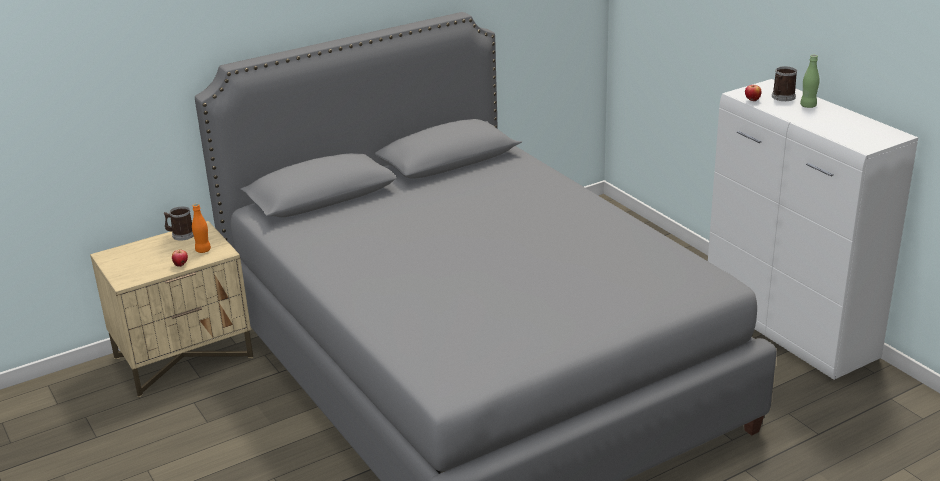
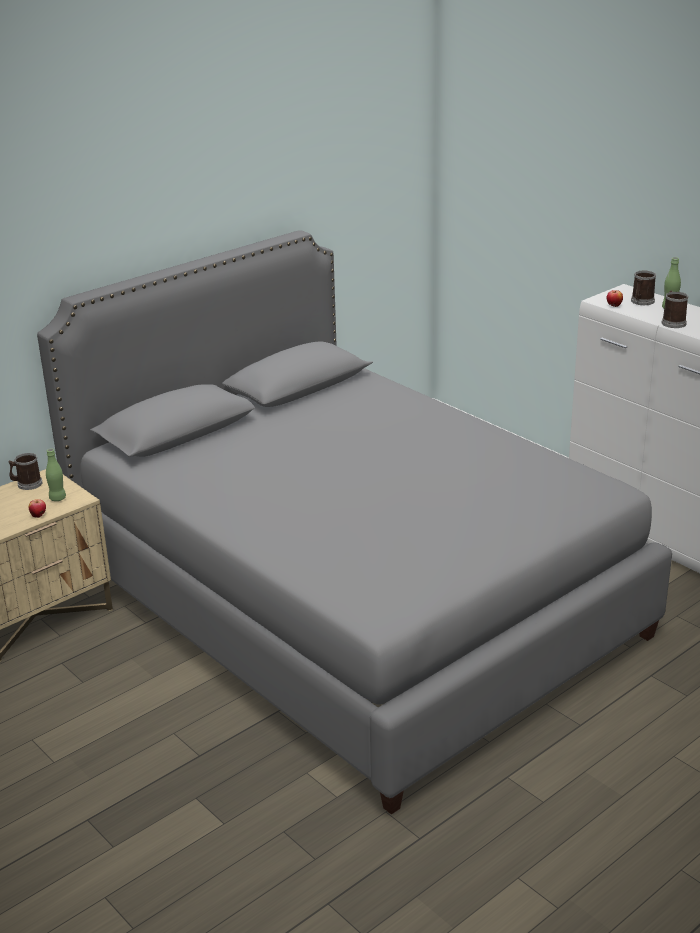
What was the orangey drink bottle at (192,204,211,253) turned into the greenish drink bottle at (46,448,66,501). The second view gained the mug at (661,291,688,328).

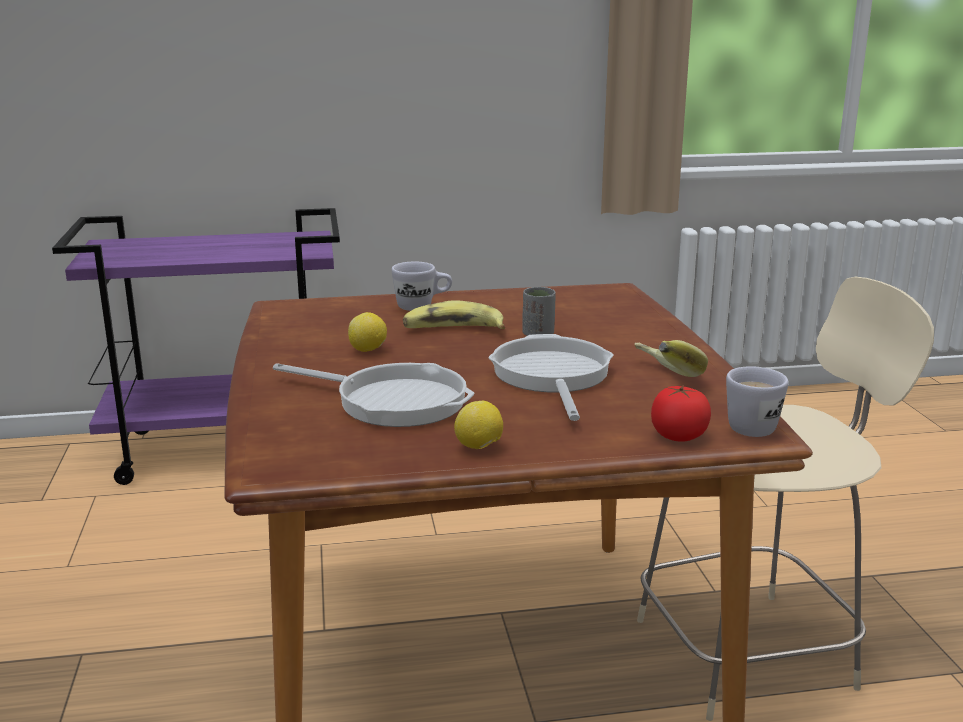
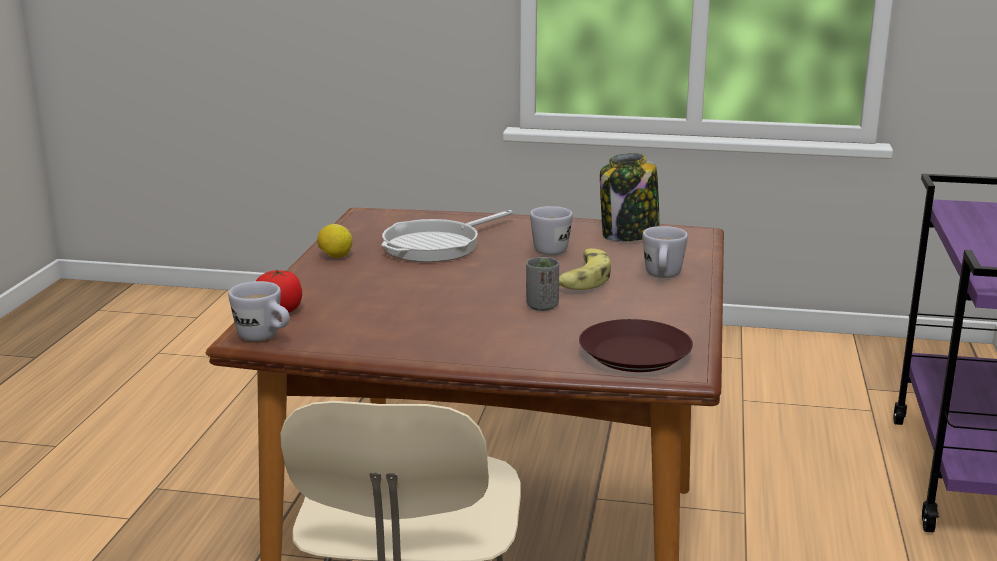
Where the lemon stood at (348,312,387,352), the white-coloured mug came to stand at (530,206,573,255). The second view lost the pan at (489,334,613,421). The second view lost the whole banana at (635,340,708,377). The second view gained the brown-coloured flat dish at (579,319,693,372). The second view gained the jar at (600,153,660,242).

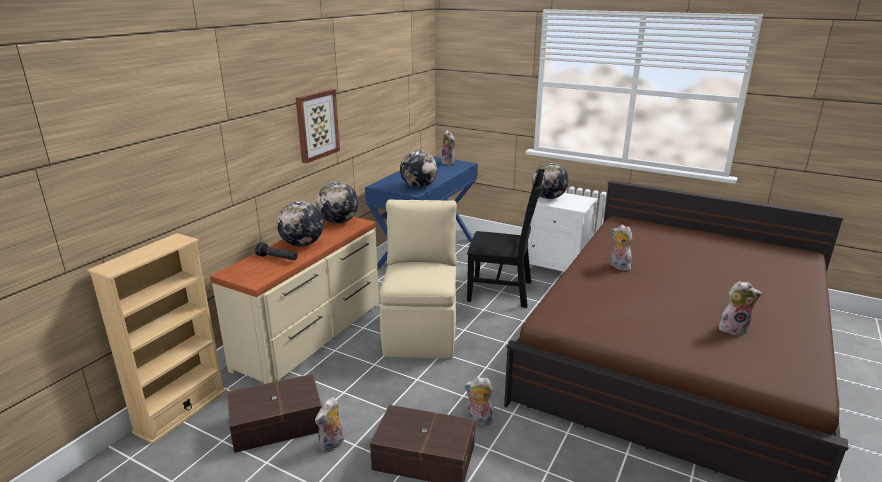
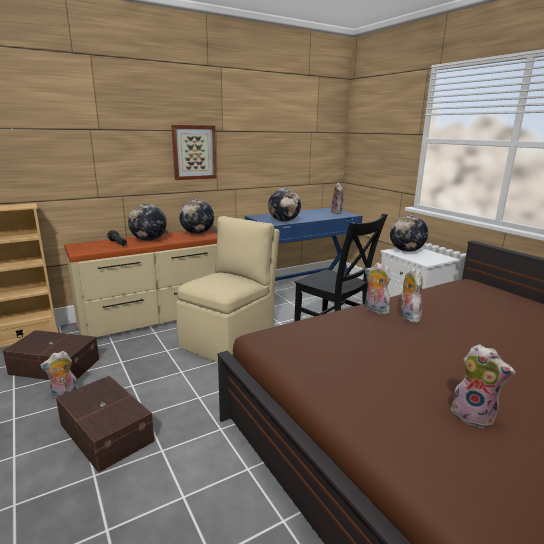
The plush toy ended up elsewhere, having gone from (464,377,494,425) to (365,263,393,315).

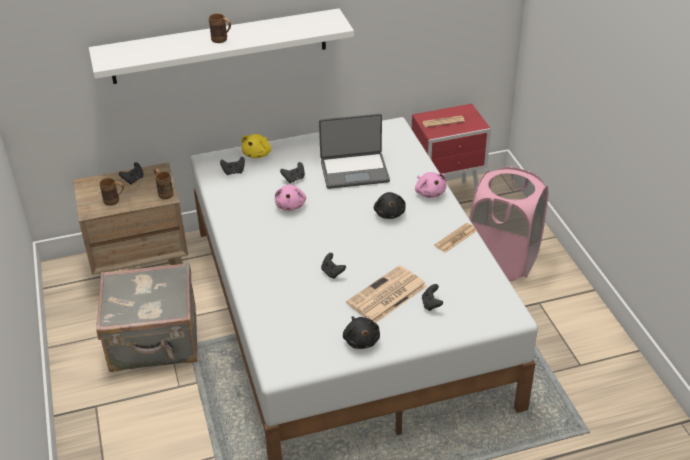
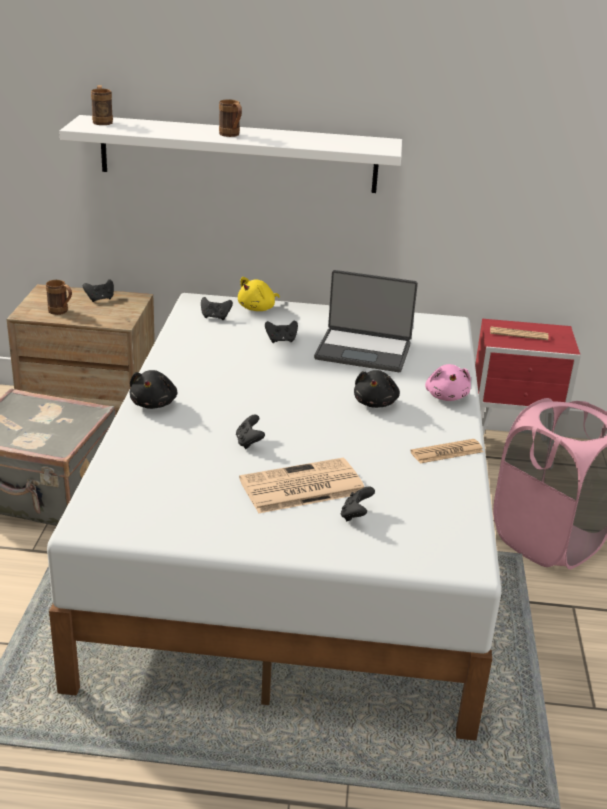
The brown-coloured mug ended up elsewhere, having gone from (154,169,173,199) to (91,85,113,125). The second view lost the pinkish plush toy at (275,184,306,211). The black plush toy ended up elsewhere, having gone from (343,316,380,349) to (130,370,177,409).

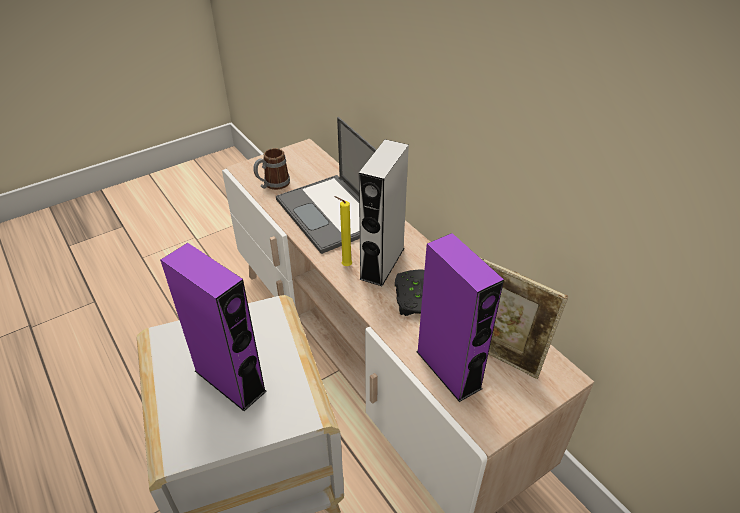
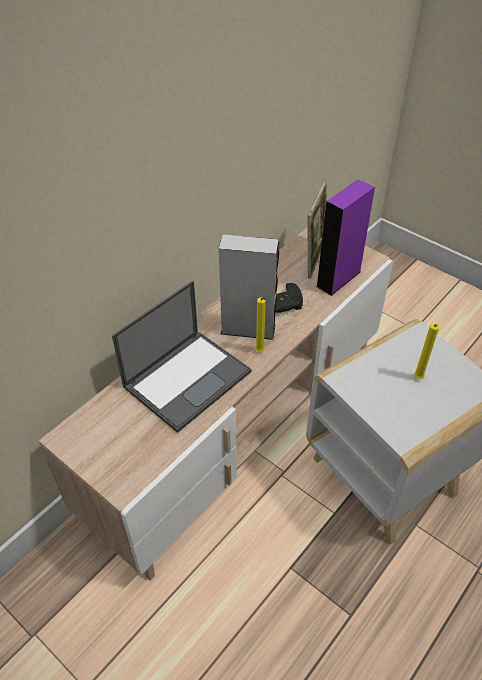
Where the purple loudspeaker stood at (160,243,267,411), the yellow wax light came to stand at (414,323,439,379). The second view lost the mug at (253,148,290,190).

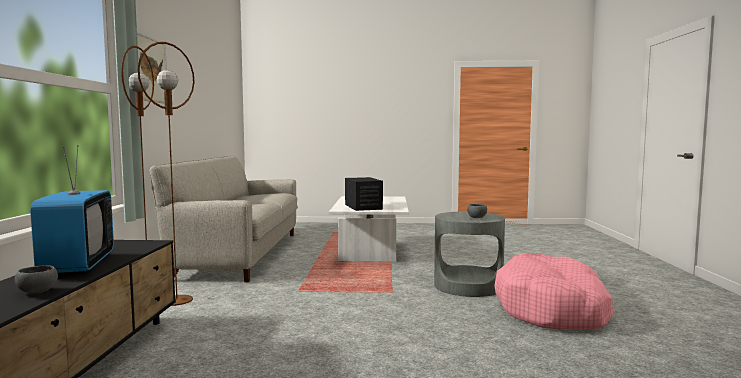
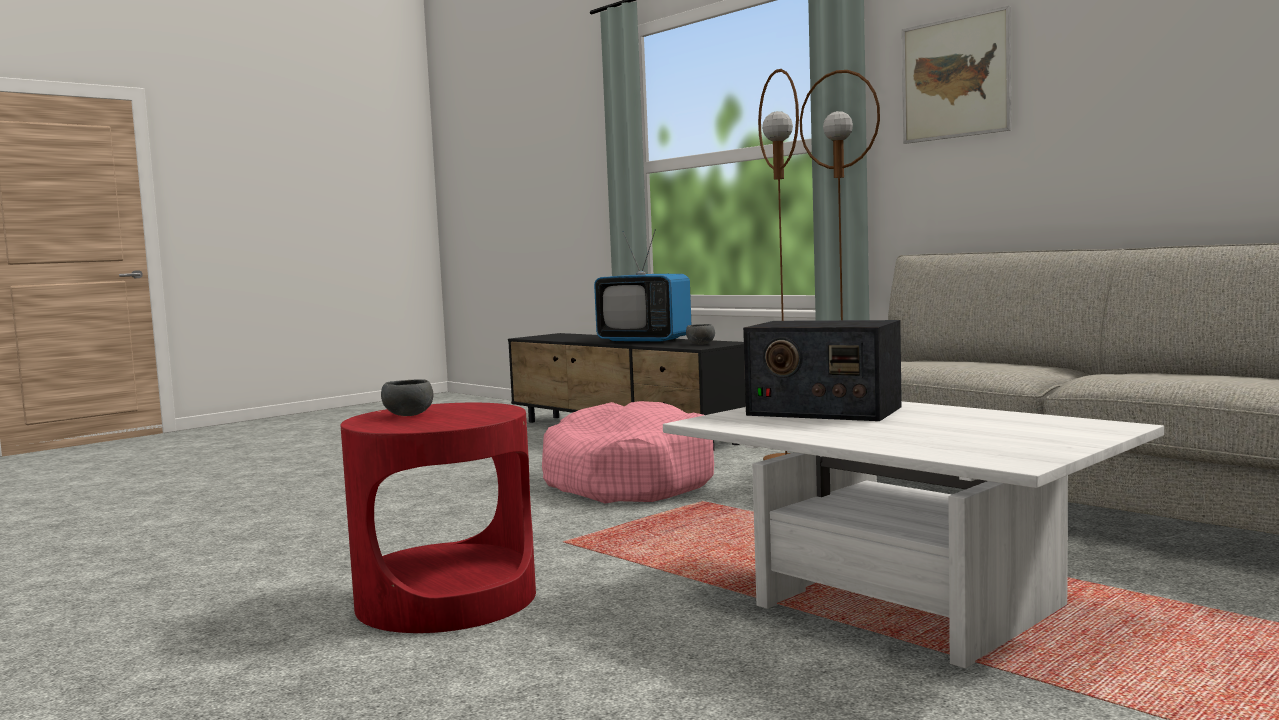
The grey deep dish ended up elsewhere, having gone from (15,265,58,294) to (686,324,715,345). What was the grey end table at (434,212,505,297) turned into the red end table at (341,403,536,633). The pinkish dog bed ended up elsewhere, having gone from (494,253,614,330) to (542,401,714,503).

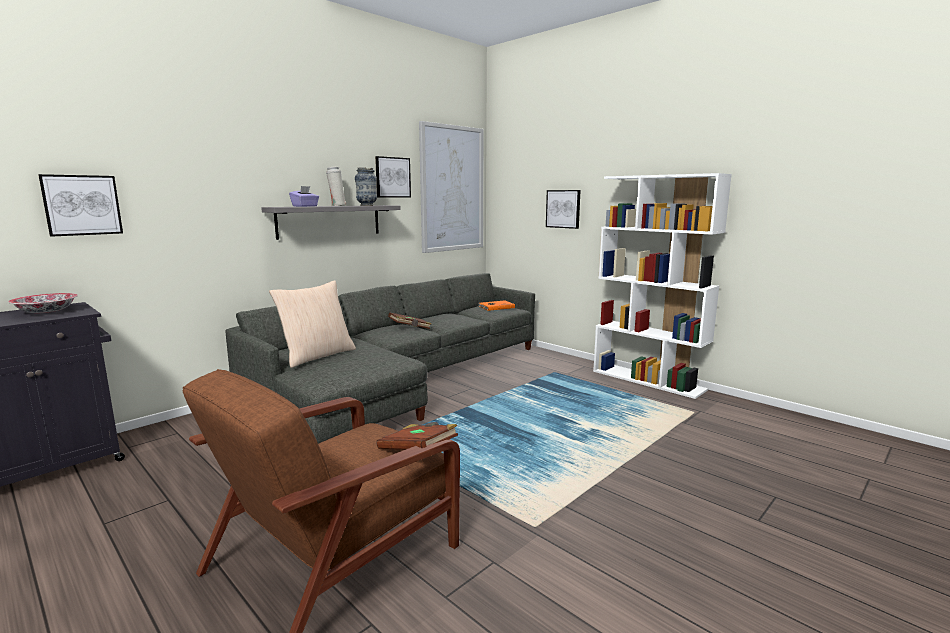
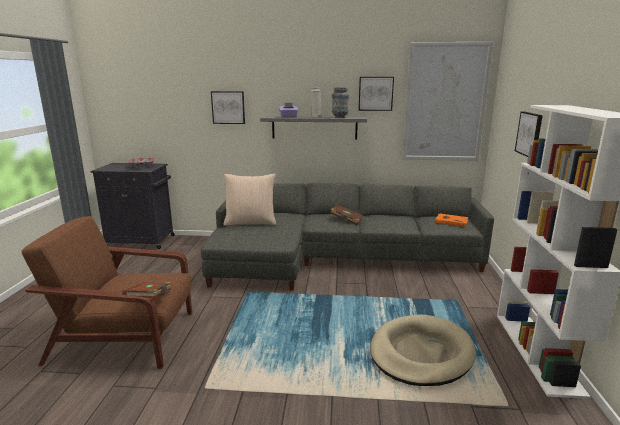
The wall art ended up elsewhere, having gone from (38,174,123,237) to (211,91,245,124). The second view gained the beige-coloured dog bed at (370,314,476,386).

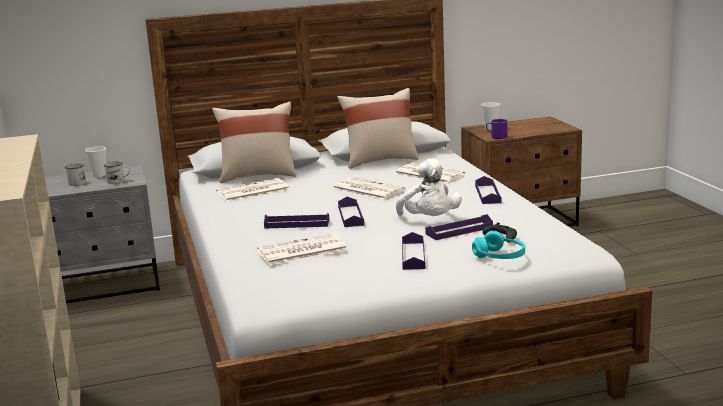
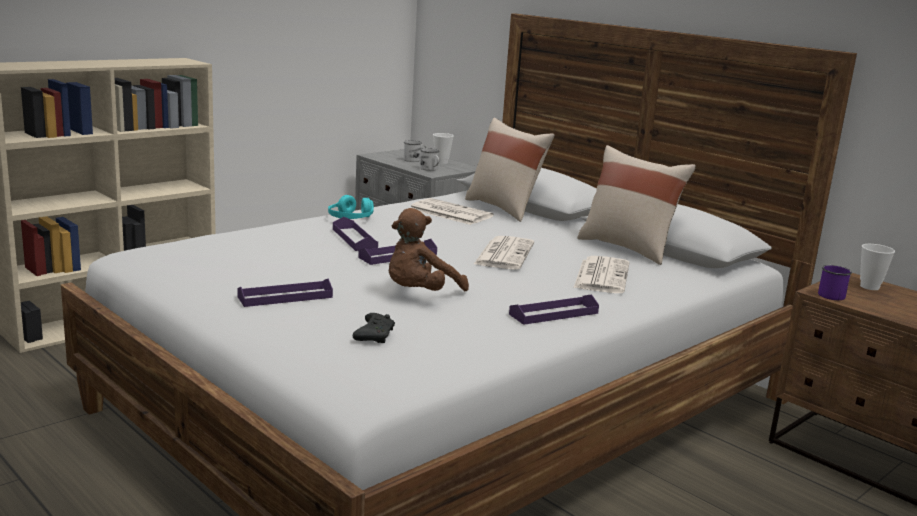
The second view lost the daily paper at (257,233,347,265). What was the white-coloured plush toy at (396,158,462,216) turned into the brown-coloured plush toy at (389,208,469,291). The second view lost the purple carrying tray at (425,214,493,240). The blue-green headphones ended up elsewhere, having gone from (472,231,525,259) to (328,195,374,219).

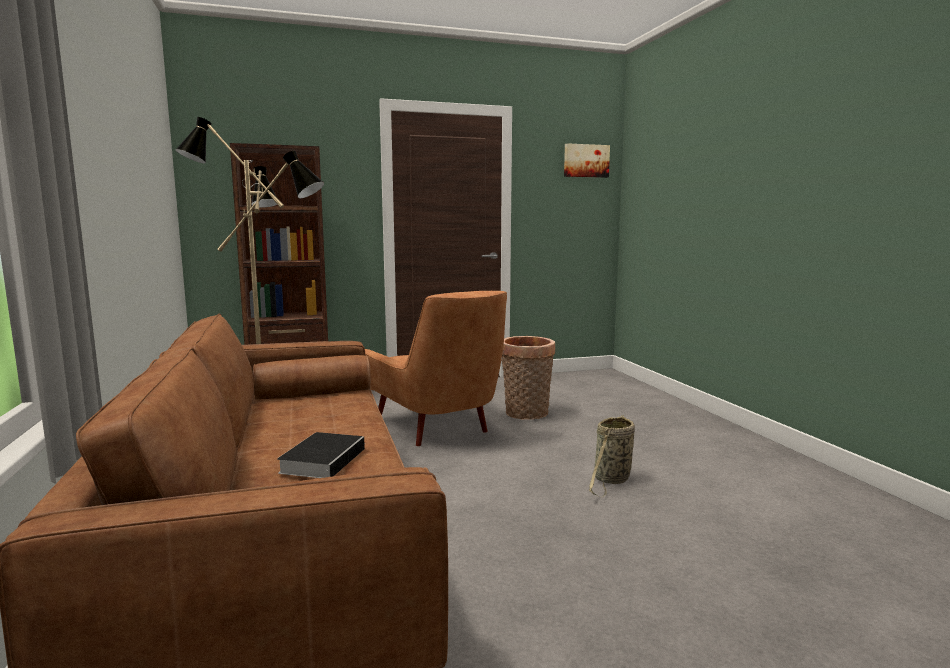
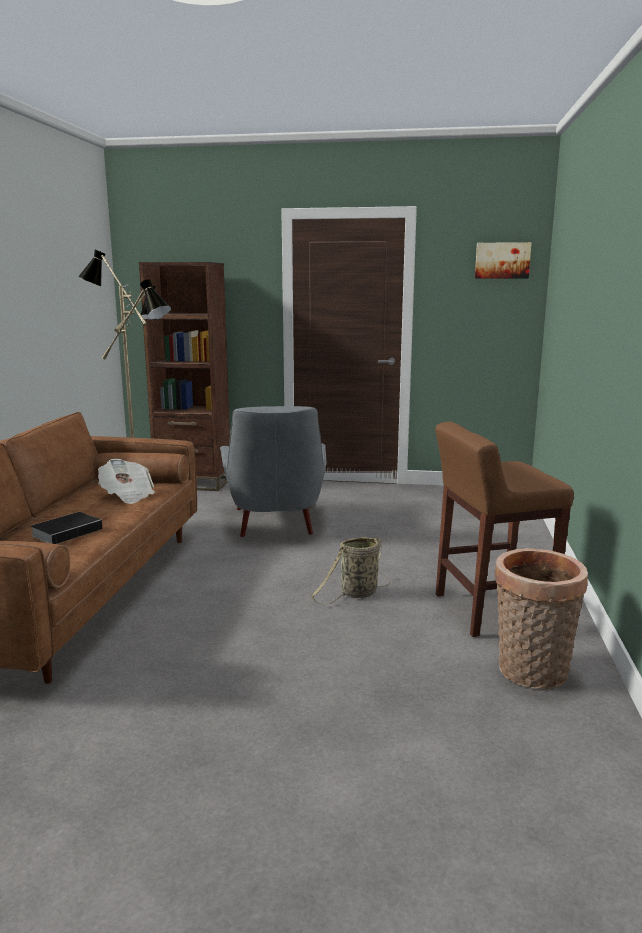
What was the brown-coloured easy chair at (365,291,507,446) turned into the grey easy chair at (220,406,327,537). The basket ended up elsewhere, having gone from (502,336,555,420) to (495,548,588,690). The second view gained the daily paper at (98,459,155,504). The second view gained the brown-coloured sitting stool at (435,422,574,637).

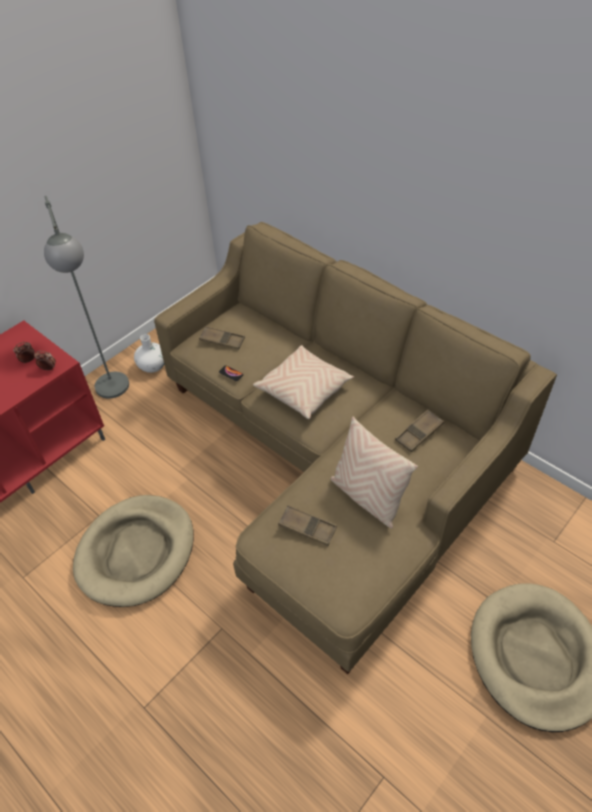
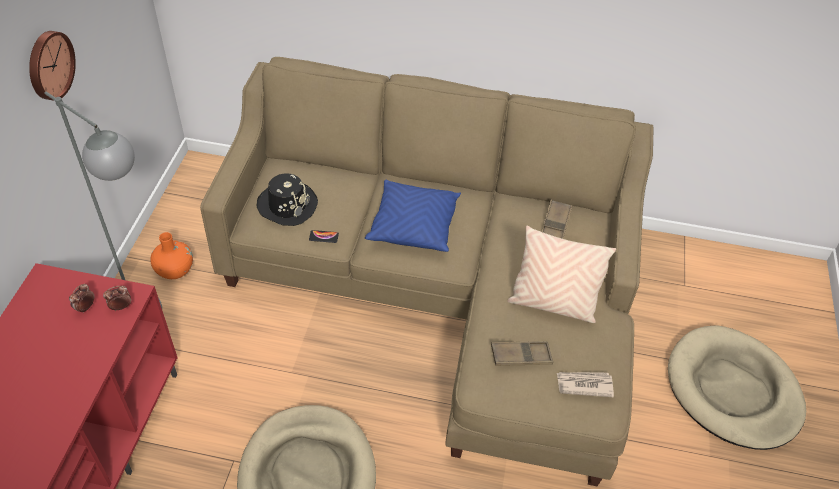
What was the white-coloured flower vase at (134,334,164,373) turned into the orangey flower vase at (150,232,193,279). Where the brown-coloured carrying tray stood at (199,326,245,350), the black clothing hat came to stand at (257,173,318,226). What was the beige-coloured throw pillow at (253,345,354,419) turned into the blue-coloured throw pillow at (365,180,461,252). The second view gained the clock on the wall at (29,31,76,101). The second view gained the daily paper at (557,372,614,397).

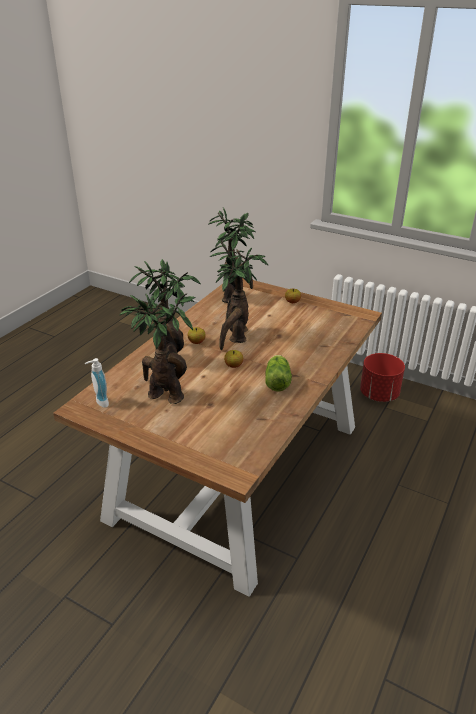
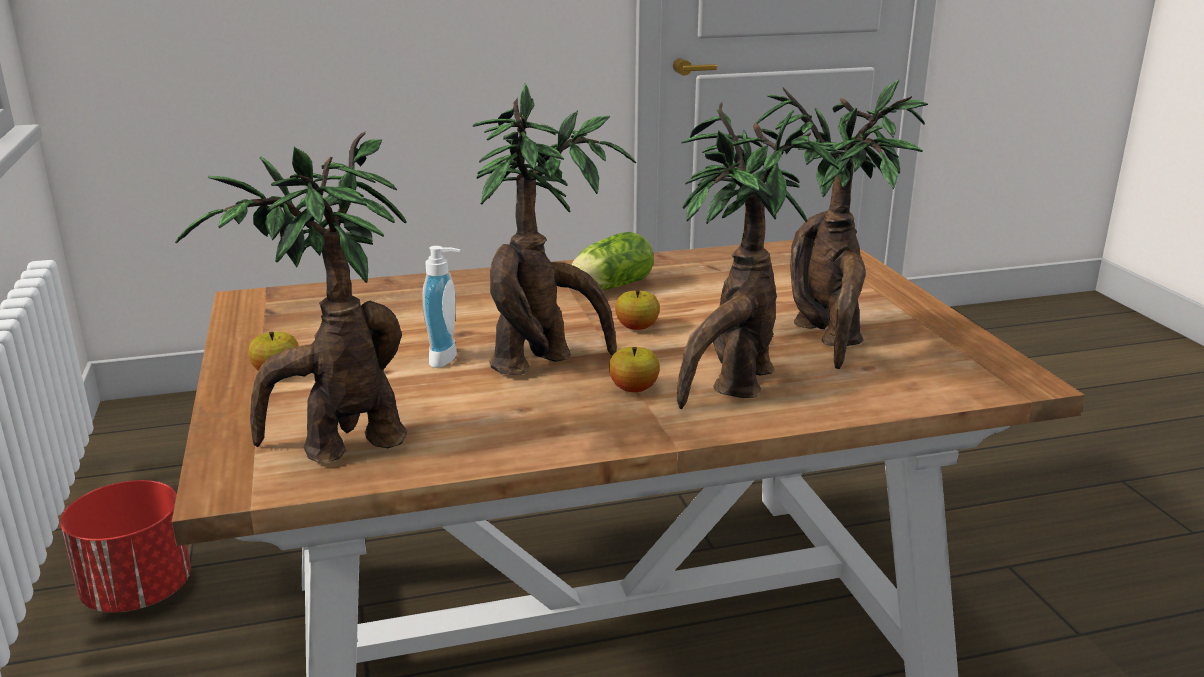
The soap bottle ended up elsewhere, having gone from (85,358,109,408) to (422,246,460,368).

